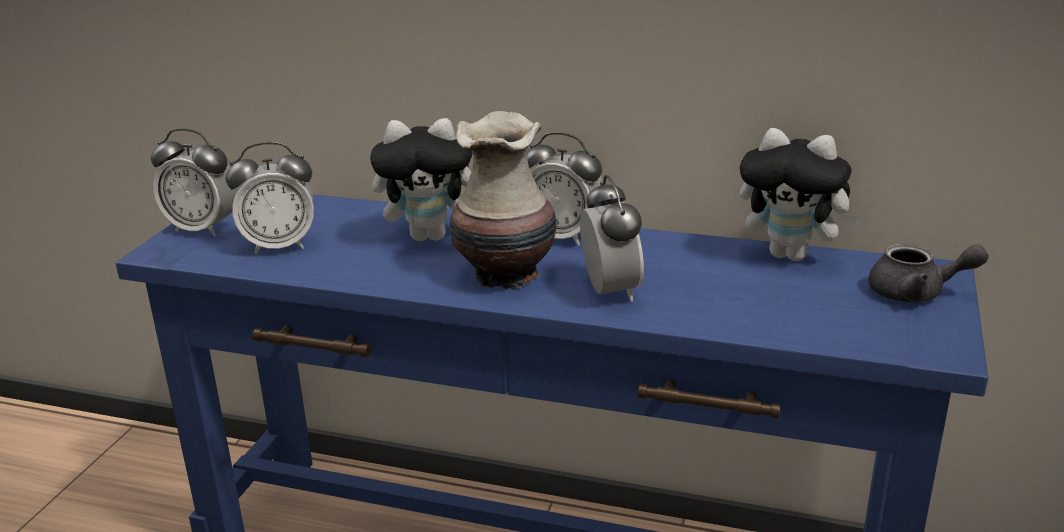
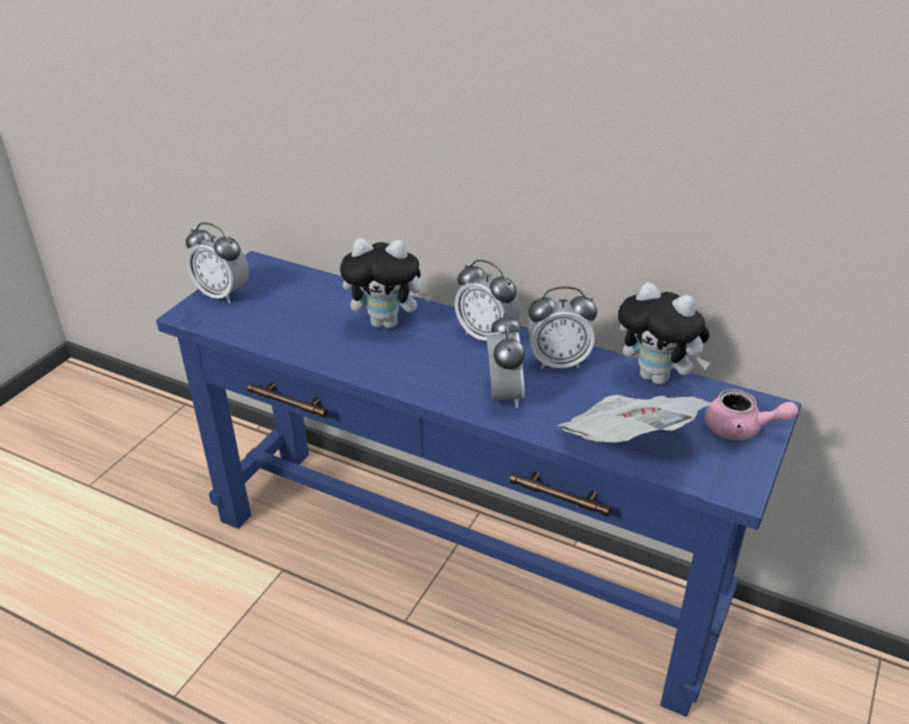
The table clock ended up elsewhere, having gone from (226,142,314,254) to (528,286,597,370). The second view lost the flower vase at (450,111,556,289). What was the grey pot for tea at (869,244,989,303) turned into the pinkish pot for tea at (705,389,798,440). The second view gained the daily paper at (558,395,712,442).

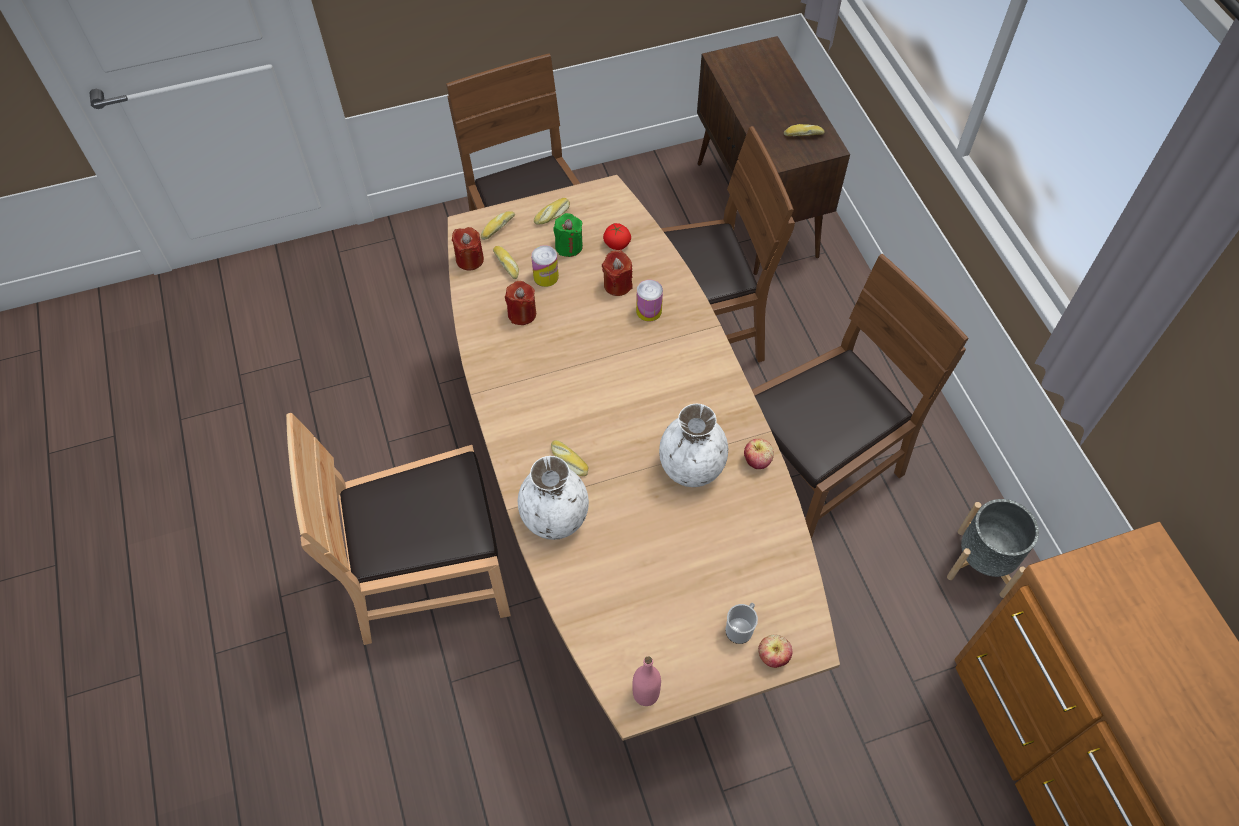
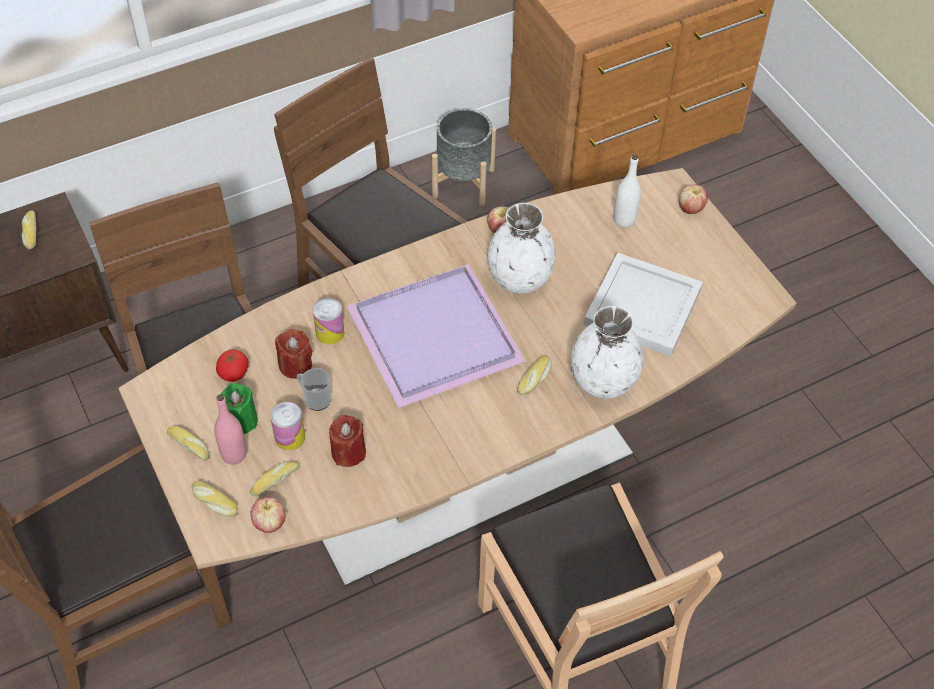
Where the red wax light stood at (452,227,484,270), the whole apple came to stand at (250,497,286,533). The pinkish drink bottle ended up elsewhere, having gone from (632,656,661,706) to (214,394,247,465). The mug ended up elsewhere, having gone from (725,603,758,644) to (297,368,331,411). The second view gained the purple carrying tray at (347,264,526,408). The second view gained the white-coloured carrying tray at (584,253,703,356). The second view gained the white-coloured drink bottle at (614,154,641,227).

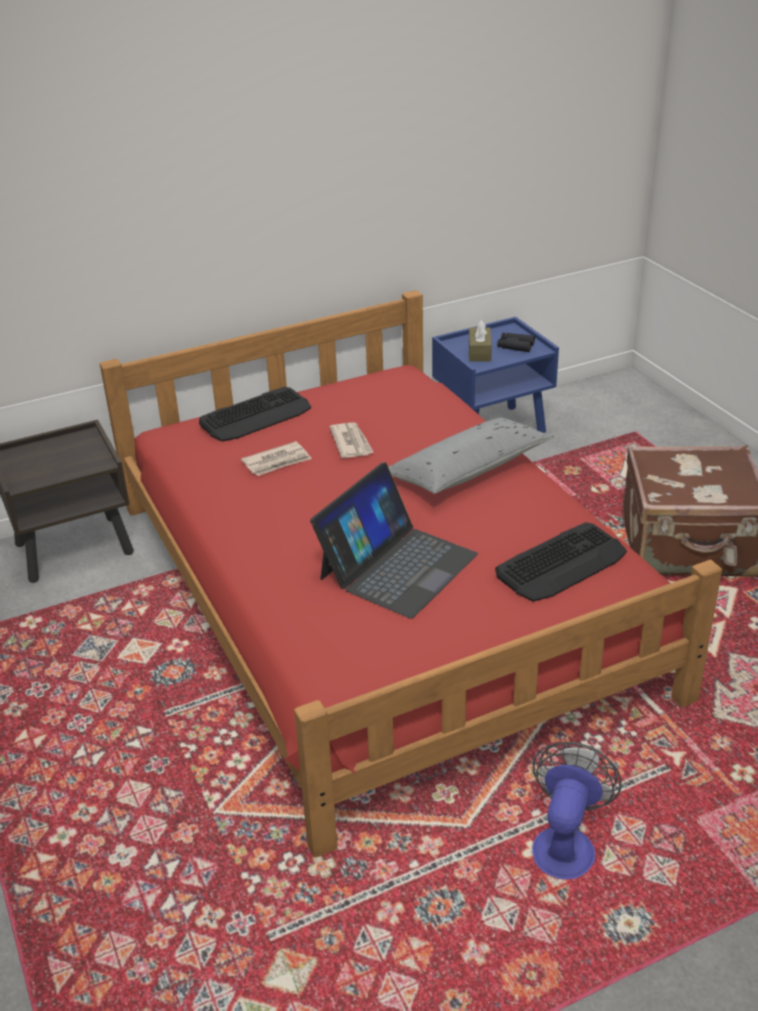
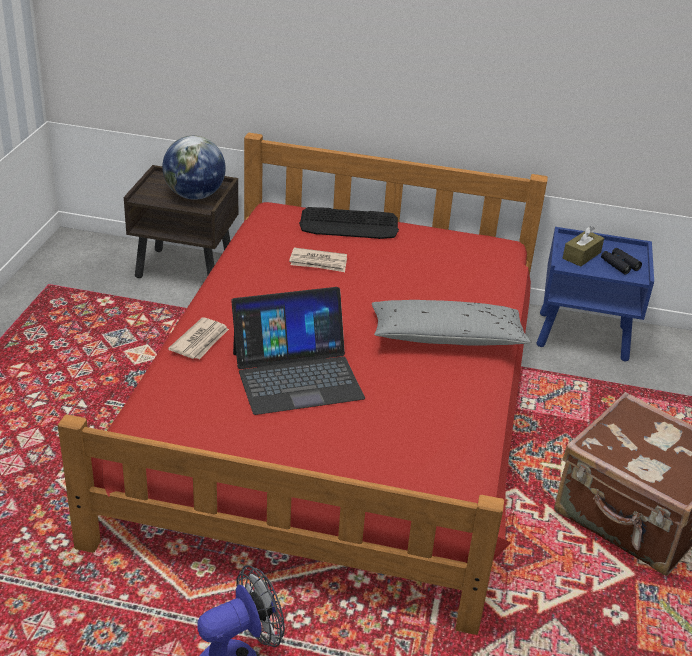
The daily paper ended up elsewhere, having gone from (330,422,374,458) to (168,317,229,359). The second view lost the PC keyboard at (495,522,627,602). The second view gained the globe at (162,136,226,200).

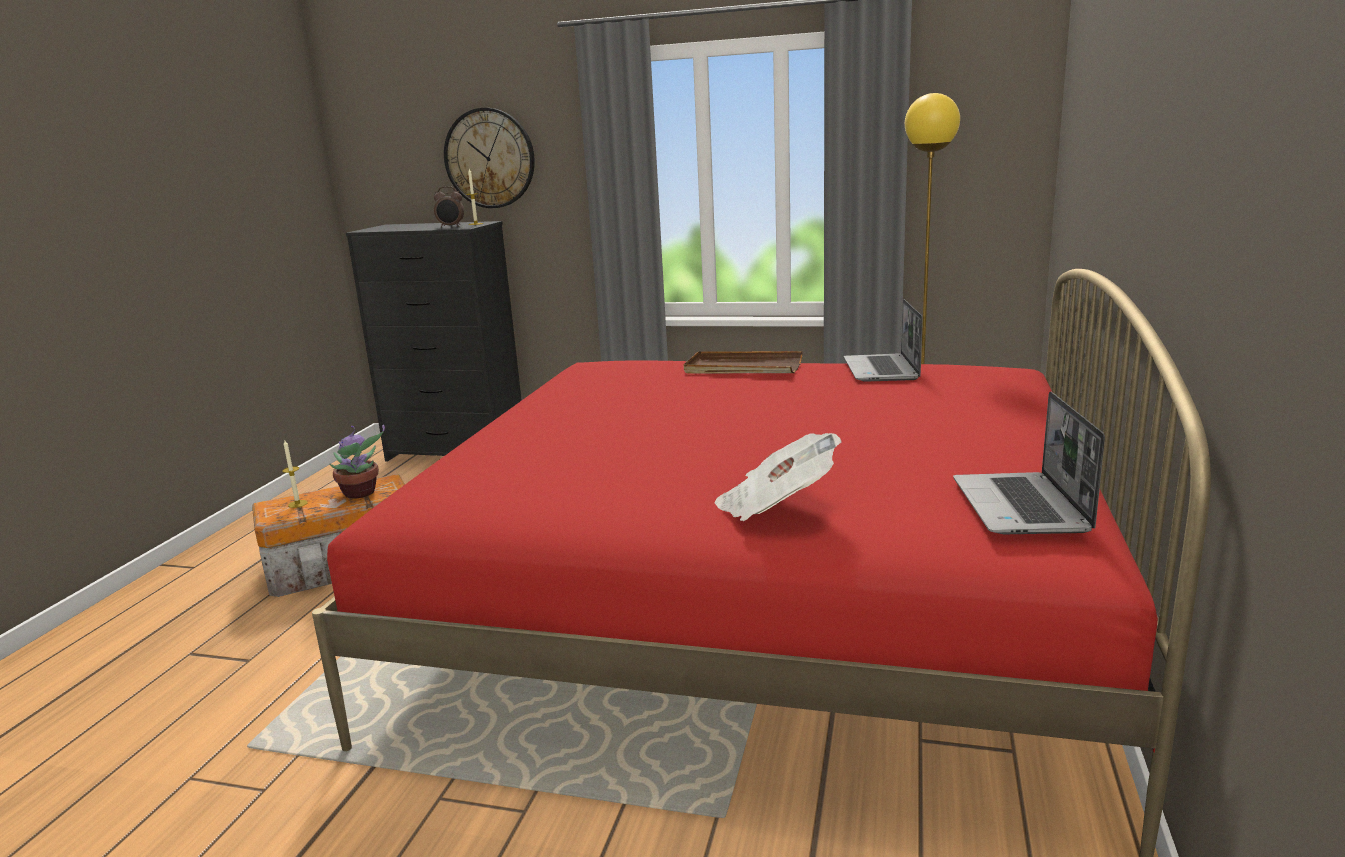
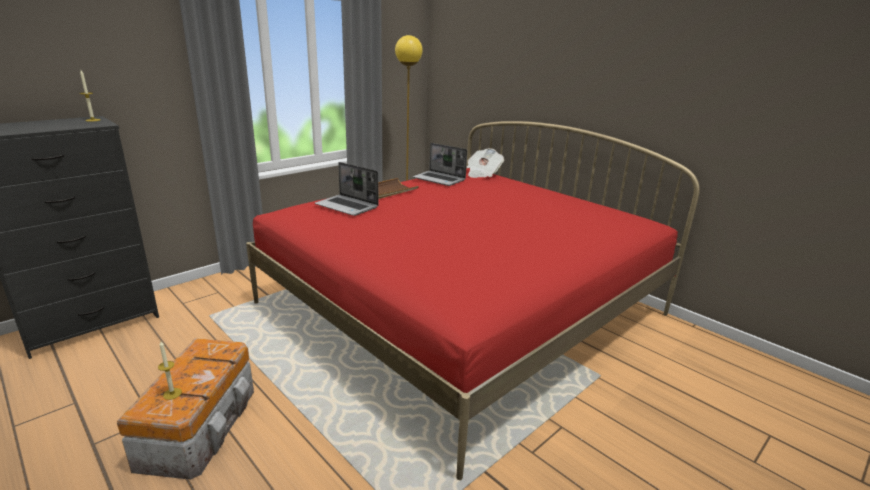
The second view lost the plant in a pot at (329,425,385,499). The second view lost the table clock at (434,186,464,228). The second view lost the clock on the wall at (444,108,535,208). The daily paper ended up elsewhere, having gone from (714,433,842,521) to (467,148,504,178). The laptop ended up elsewhere, having gone from (953,392,1105,534) to (315,162,379,216).

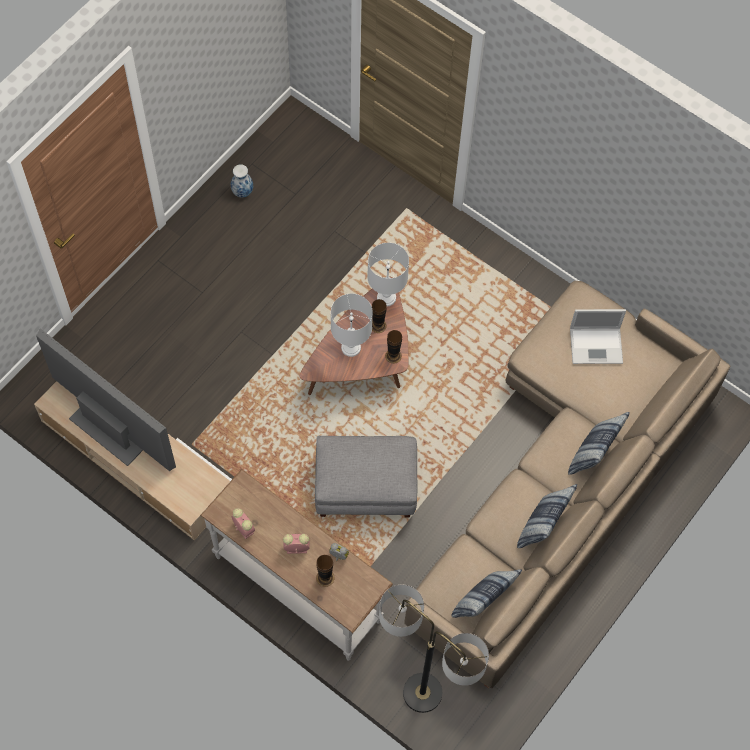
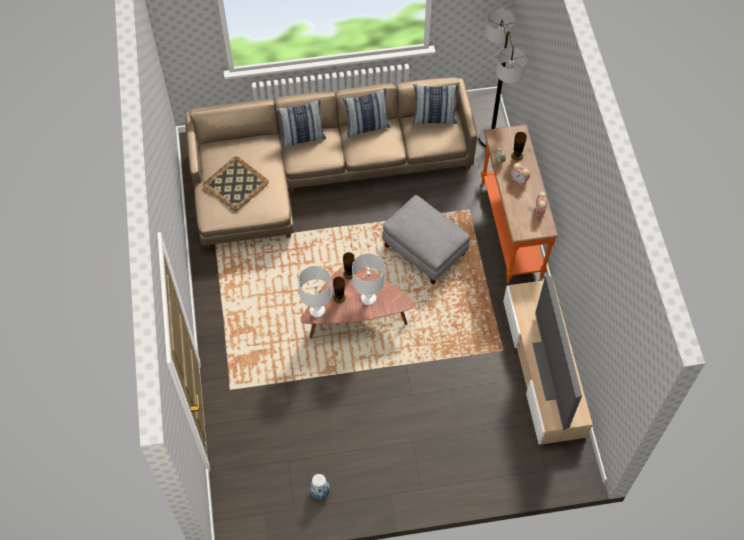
What was the white-coloured console table at (200,469,393,661) turned into the orangey console table at (481,125,558,283). Where the laptop stood at (570,309,626,364), the carrying tray came to stand at (203,156,269,211).

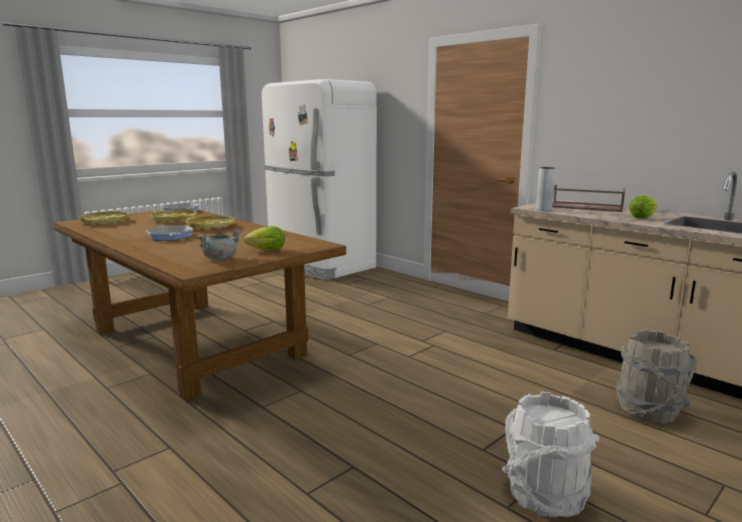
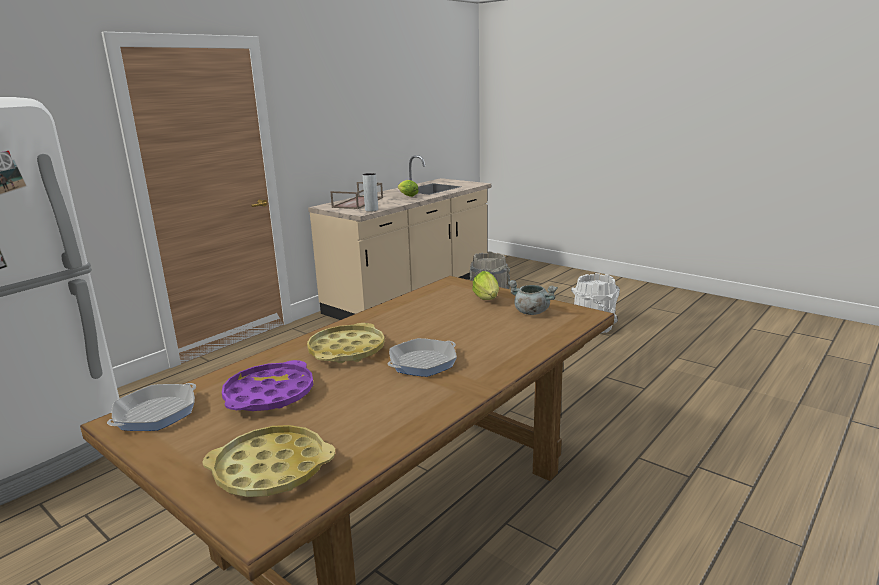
What was the yellow carrying tray at (150,210,197,223) turned into the purple carrying tray at (222,360,313,411).

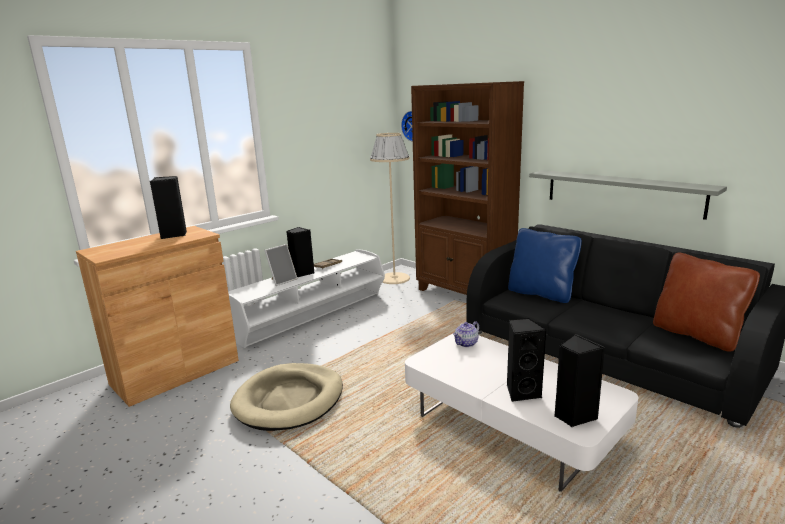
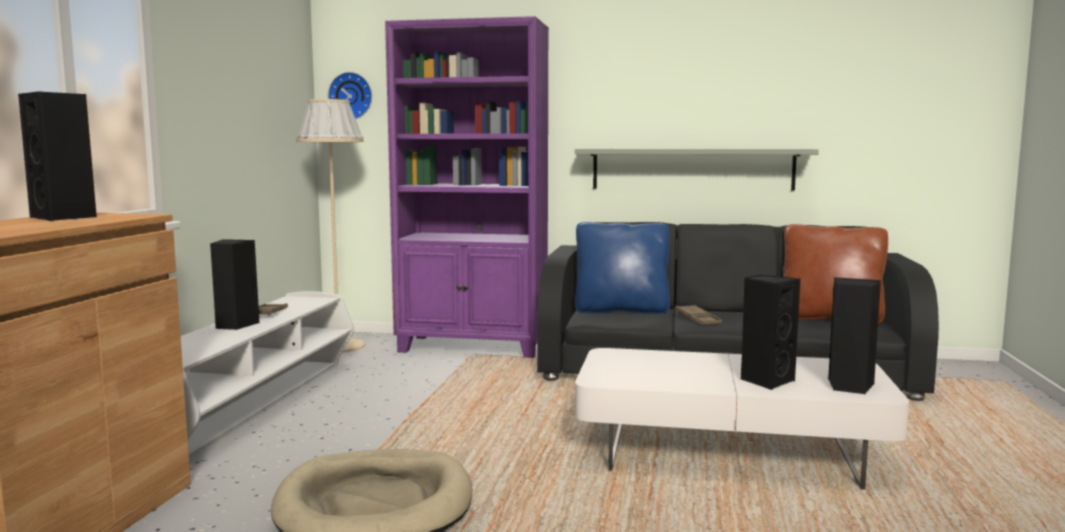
The second view lost the photo frame at (264,244,298,286). What was the brown-coloured bookshelf at (411,81,524,295) turned into the purple bookshelf at (385,16,549,358). The second view lost the pot for tea at (453,321,479,347). The second view gained the brown-coloured carrying tray at (675,305,722,325).

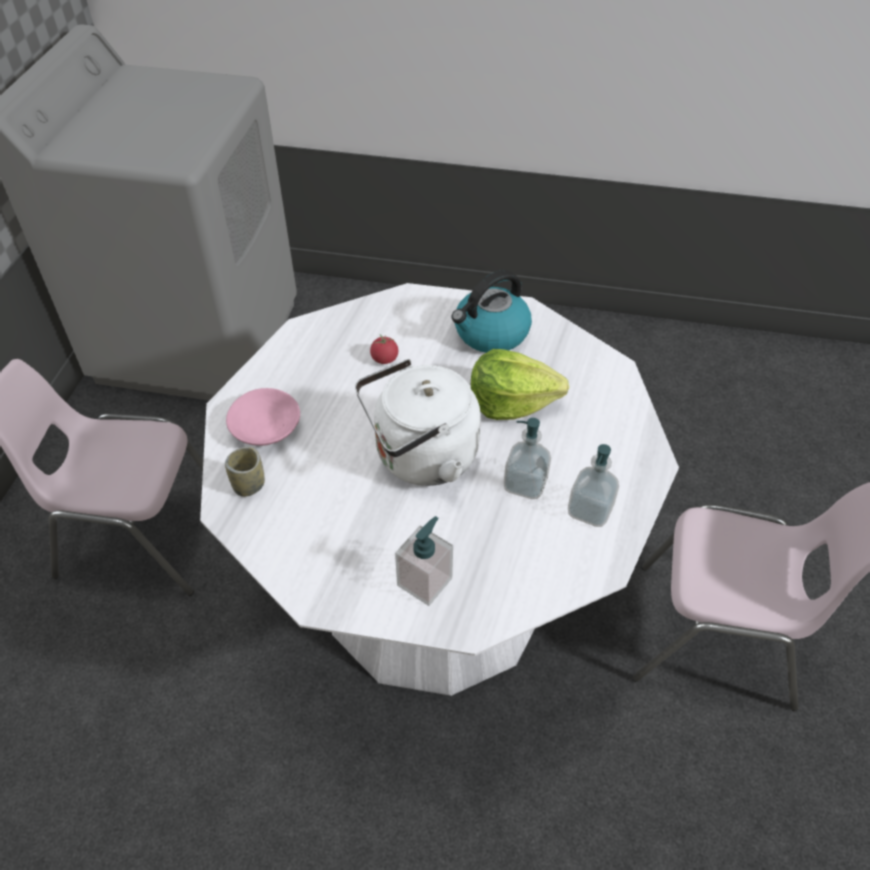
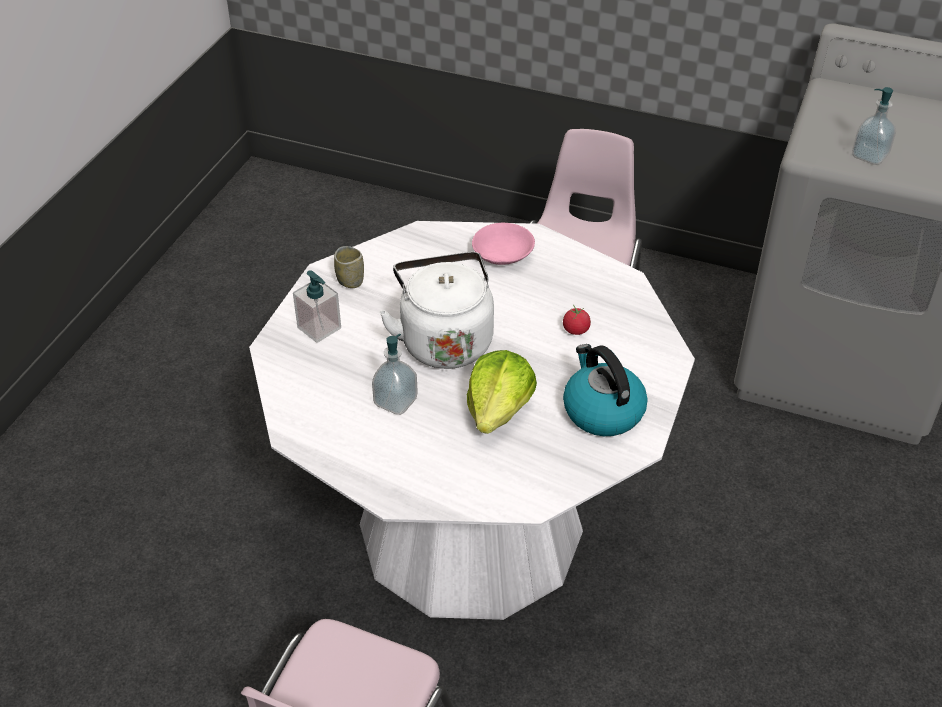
The drinking cup ended up elsewhere, having gone from (225,447,265,497) to (334,246,364,288). The soap bottle ended up elsewhere, having gone from (568,444,619,527) to (852,87,896,165).

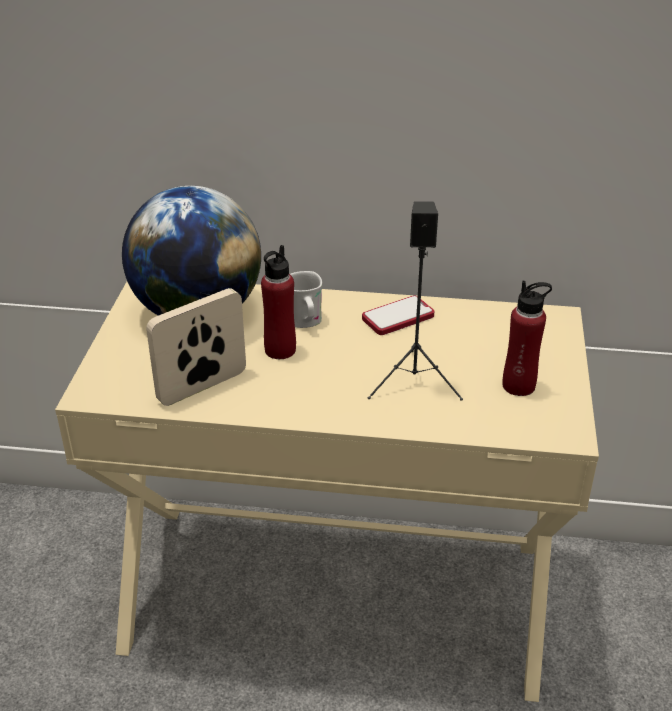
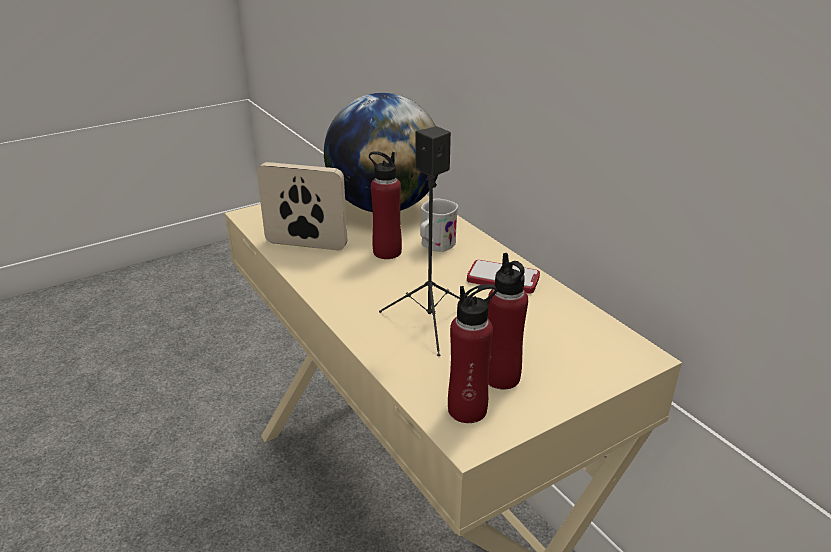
The second view gained the red drink bottle at (448,284,497,423).

